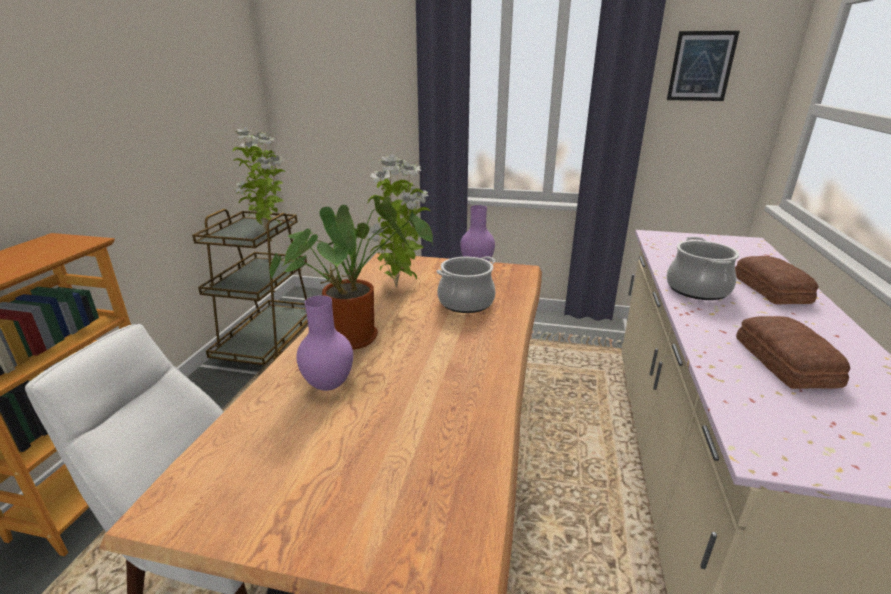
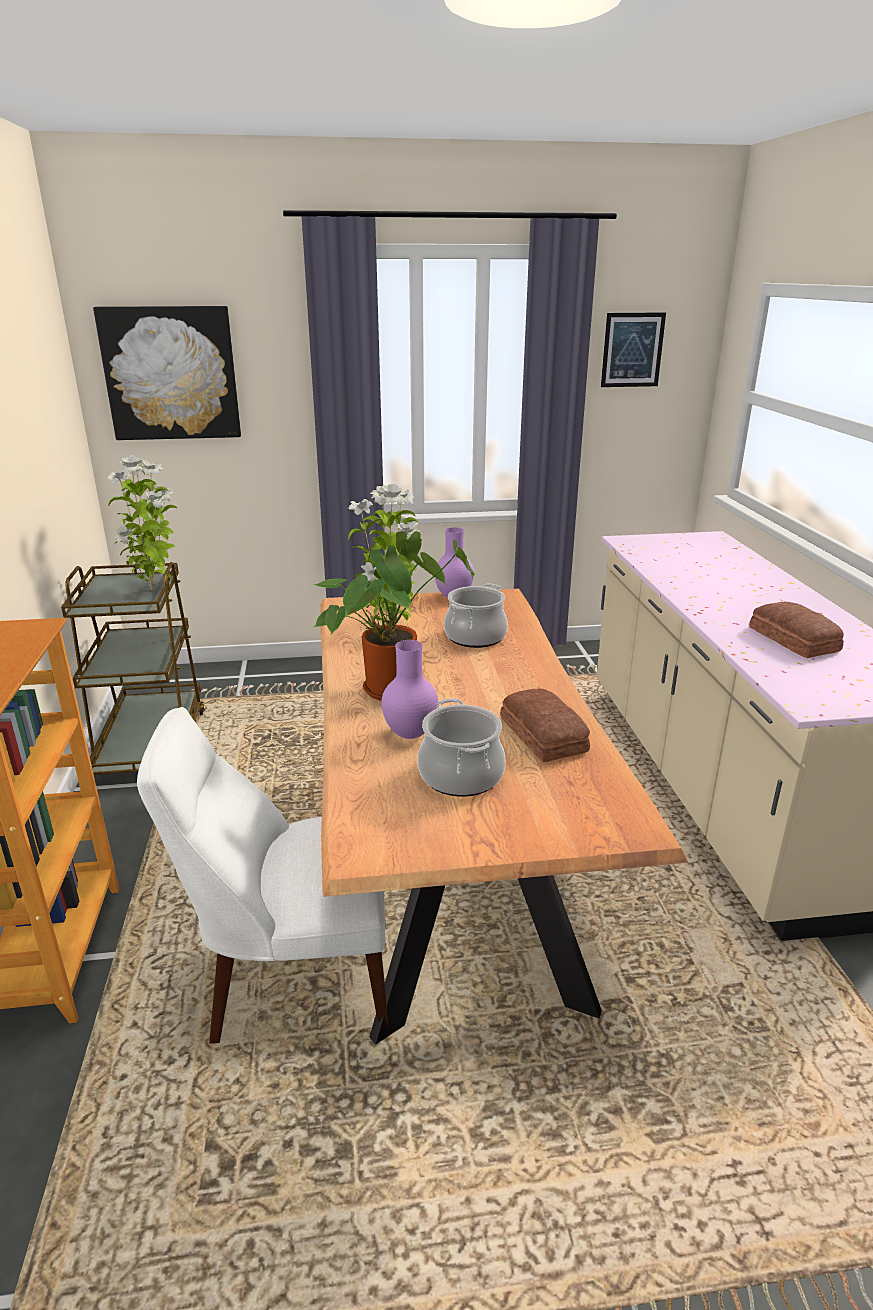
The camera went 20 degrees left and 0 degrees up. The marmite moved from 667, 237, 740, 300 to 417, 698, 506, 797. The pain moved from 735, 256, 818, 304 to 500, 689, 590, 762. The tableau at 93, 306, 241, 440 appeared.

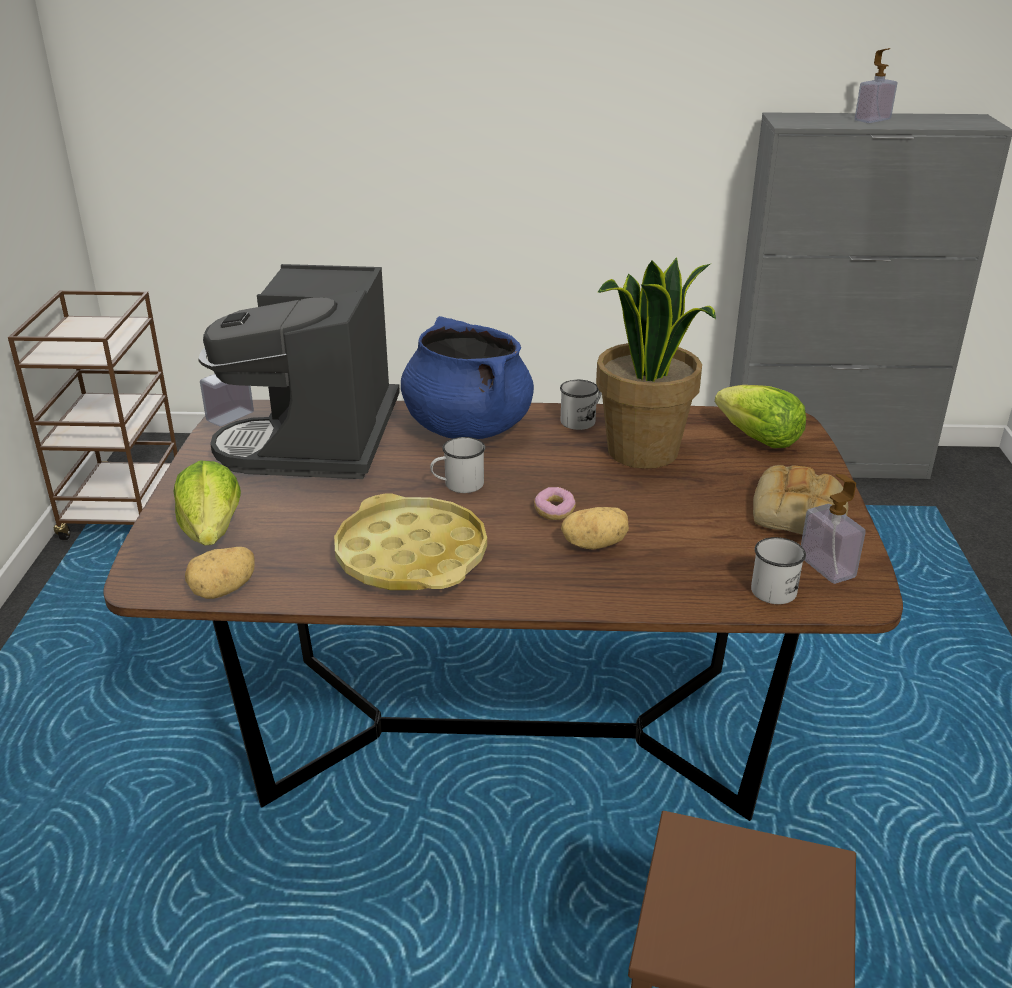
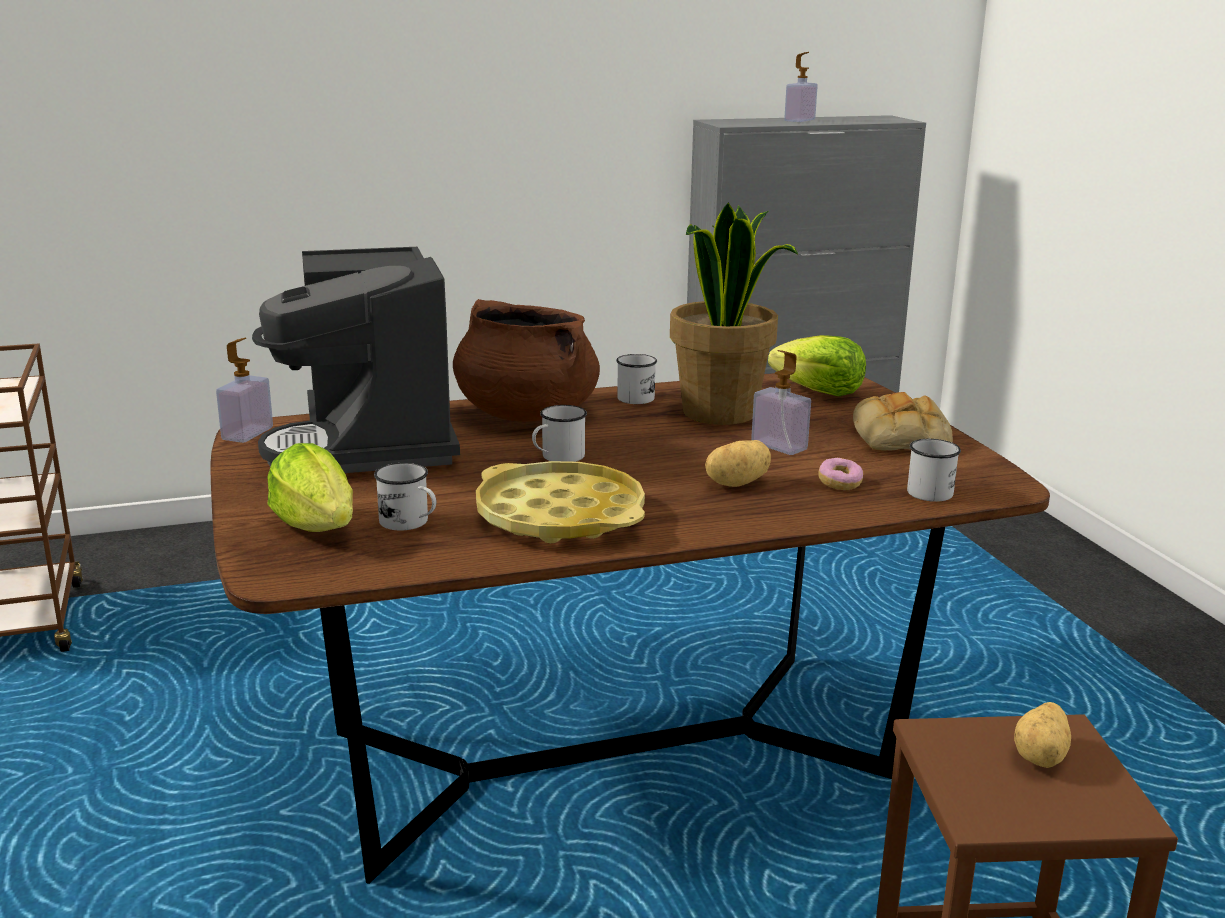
The camera went 20 degrees left and 10 degrees down. The pomme de terre moved from 185, 547, 255, 599 to 1014, 702, 1071, 768. The marmite (bleu) at 401, 316, 534, 439 became the marmite (marron) at 453, 299, 600, 422. The beignet moved from 534, 487, 576, 520 to 818, 458, 863, 490. The distributeur de savon moved from 801, 474, 866, 584 to 751, 350, 811, 455. The mug (blanc) at 374, 463, 437, 531 appeared.

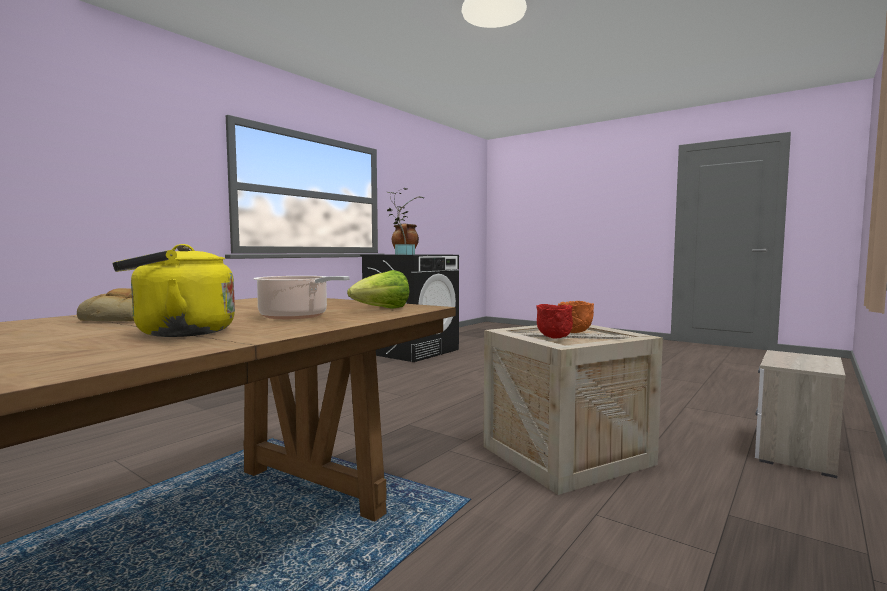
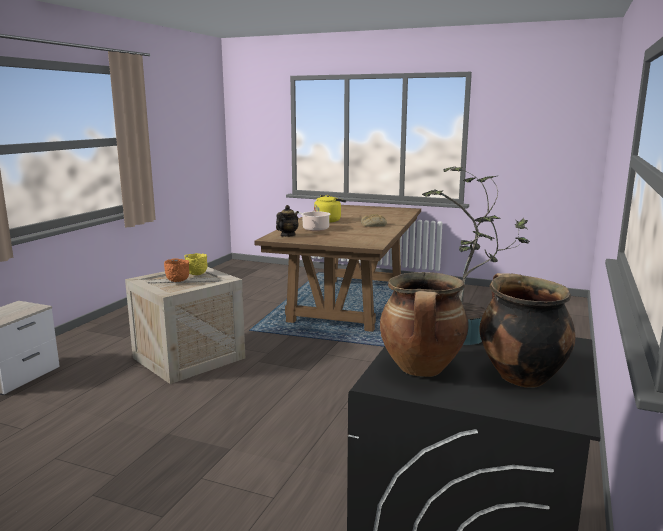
The camera went 165 degrees right and 10 degrees up. The laitue at 347, 270, 410, 309 was replaced by the théière at 276, 205, 299, 237. The bol (rouge) at 536, 304, 573, 339 became the bol (jaune) at 185, 253, 208, 275. The marmite at 380, 272, 469, 377 appeared.

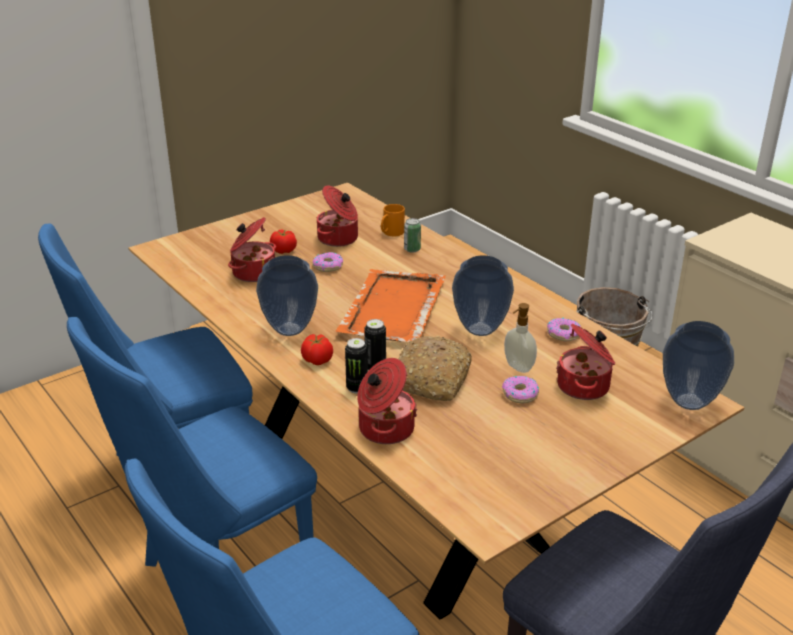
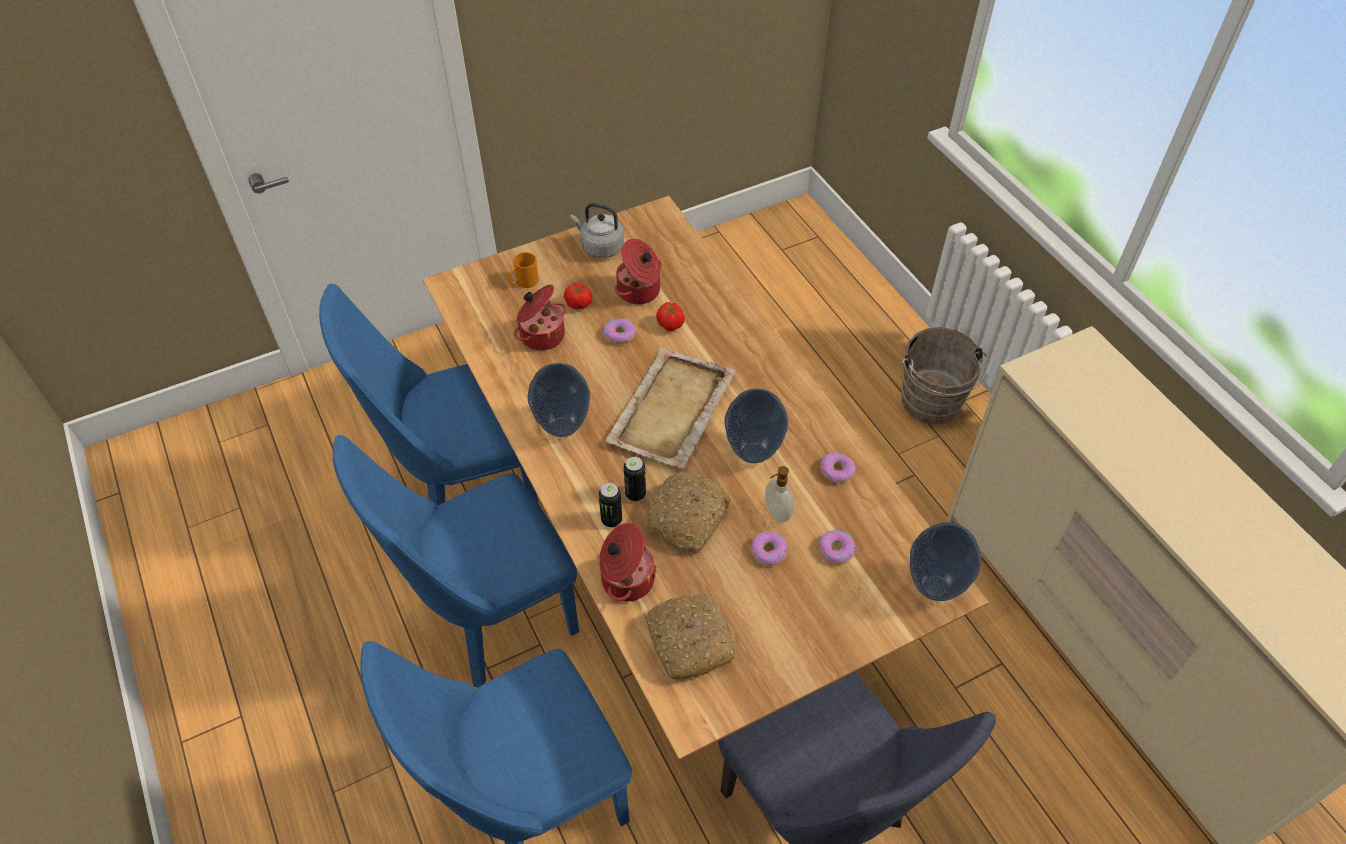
The camera went 10 degrees right and 20 degrees up. The tomate moved from 301, 334, 333, 365 to 656, 302, 685, 331. The plateau (orange) at 335, 269, 446, 342 became the plateau (beige) at 605, 348, 736, 469. The mug (orange) moved from 381, 204, 405, 236 to 508, 252, 539, 288. The boîte métallique at 404, 218, 421, 253 disappeared. The marmite at 556, 324, 615, 400 was replaced by the beignet at 819, 530, 855, 565. The bouilloire (gris) at 571, 203, 624, 258 appeared. The pain at 646, 594, 736, 680 appeared.

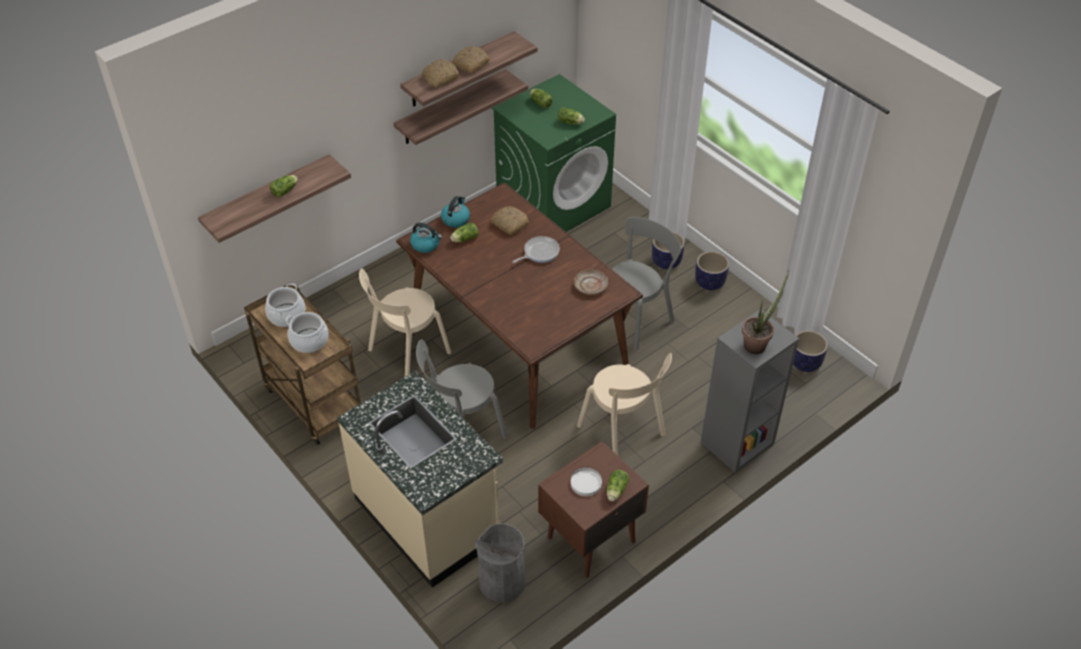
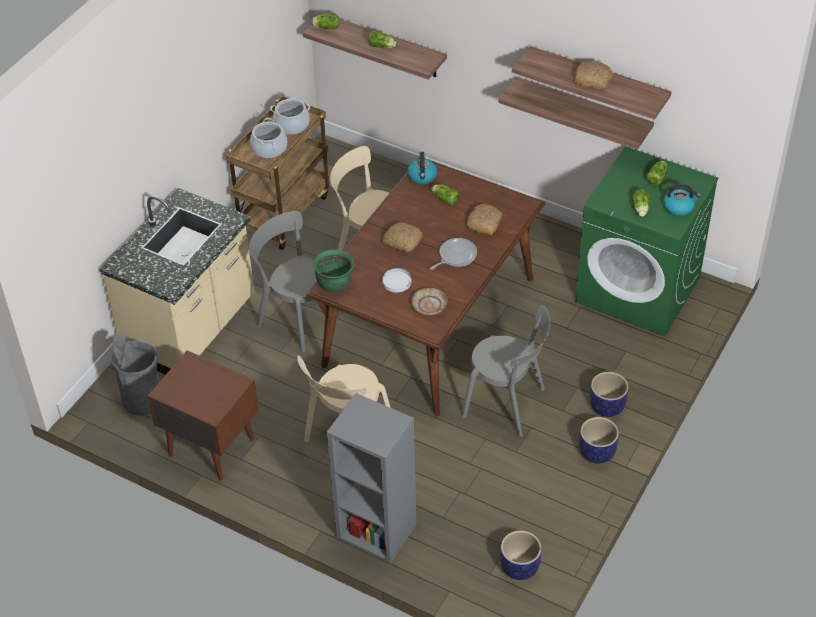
The camera went 70 degrees right and 0 degrees up. The pain moved from 422, 59, 459, 87 to 383, 223, 423, 253. The bouilloire moved from 441, 196, 470, 228 to 663, 184, 701, 216. The poêle at 512, 236, 560, 263 turned 75 degrees counterclockwise. The assiette (blanc) moved from 571, 468, 602, 496 to 382, 268, 412, 292. The laitue moved from 607, 470, 629, 501 to 311, 13, 340, 29. The plante en pot at 742, 270, 789, 354 disappeared. The marmite (vert) at 313, 250, 354, 292 appeared.

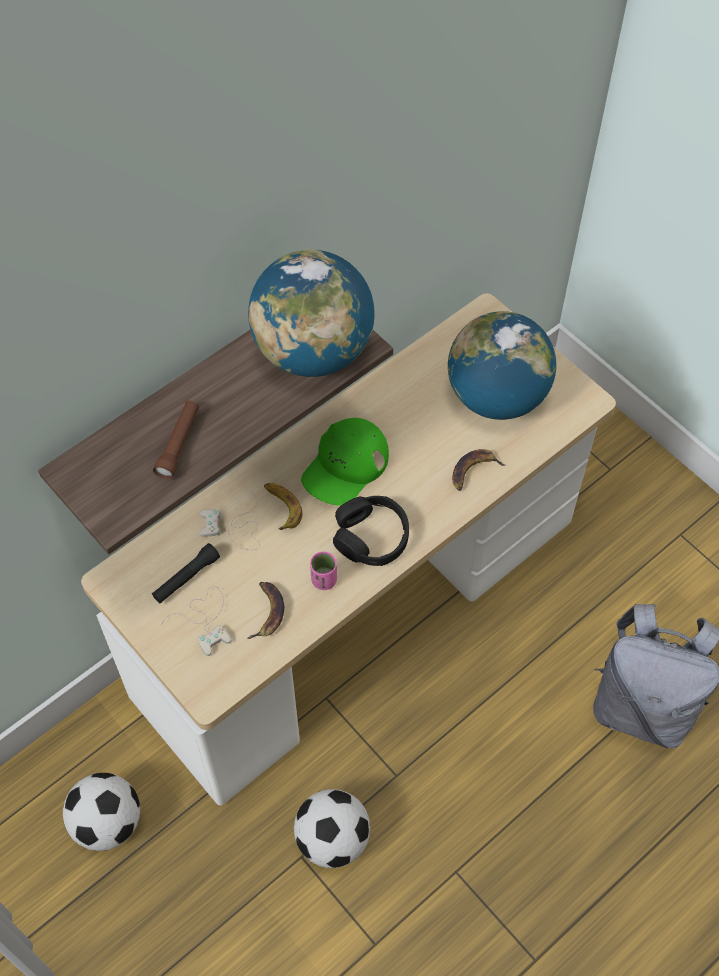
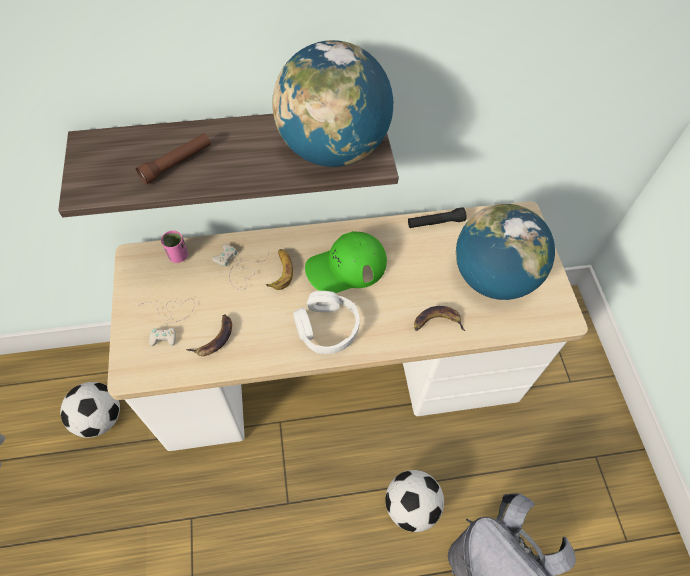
The camera went 30 degrees right and 0 degrees up. The lampe de poche (noir) moved from 152, 543, 220, 603 to 408, 207, 466, 228. The ballon de foot moved from 294, 789, 370, 868 to 385, 470, 444, 532. The tasse (rose) moved from 310, 552, 337, 590 to 161, 230, 188, 263. The casque audio (noir) at 333, 496, 409, 566 became the casque audio (blanc) at 293, 291, 360, 354.

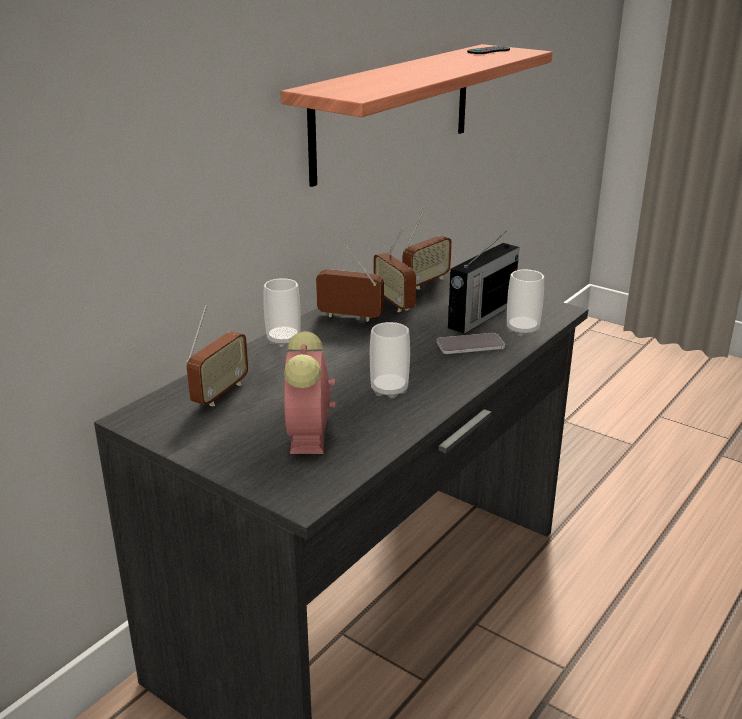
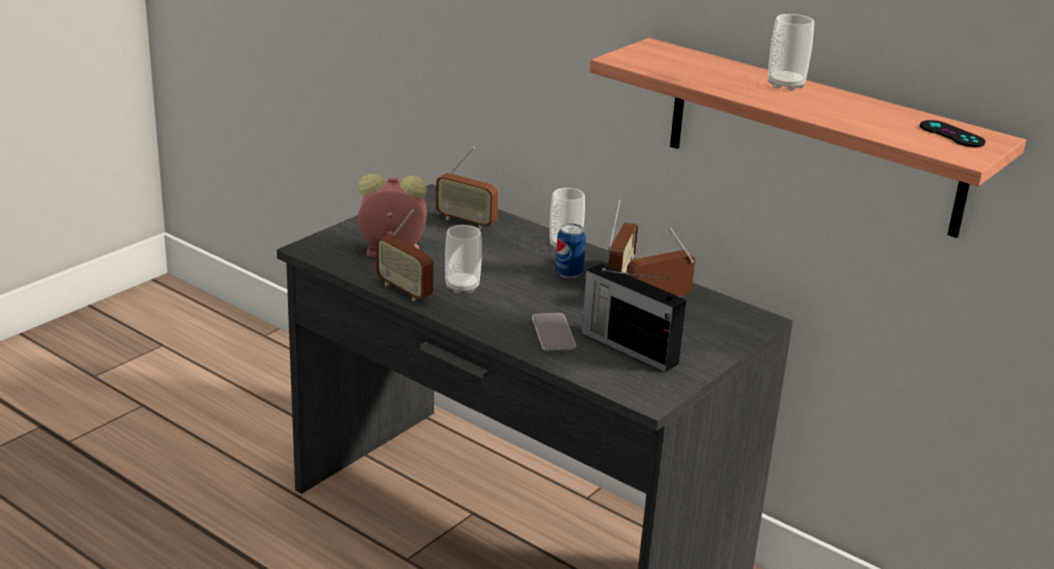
The camera went 90 degrees right and 0 degrees up. The radio moved from 403, 210, 452, 290 to 376, 210, 433, 302. The tasse moved from 507, 269, 544, 336 to 768, 14, 814, 91. The boîte métallique at 555, 224, 586, 278 appeared.

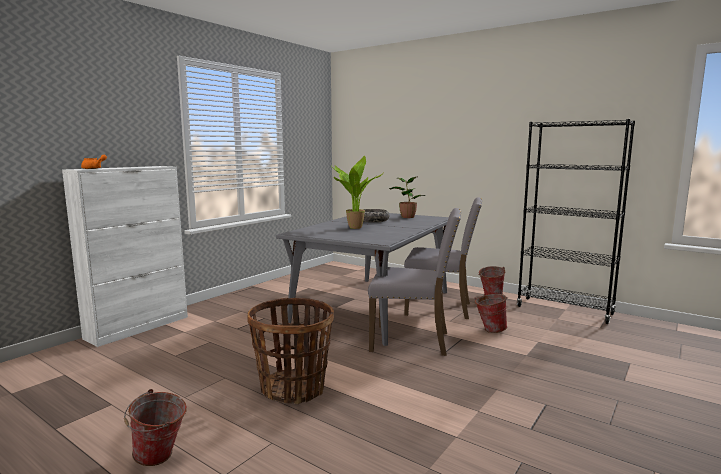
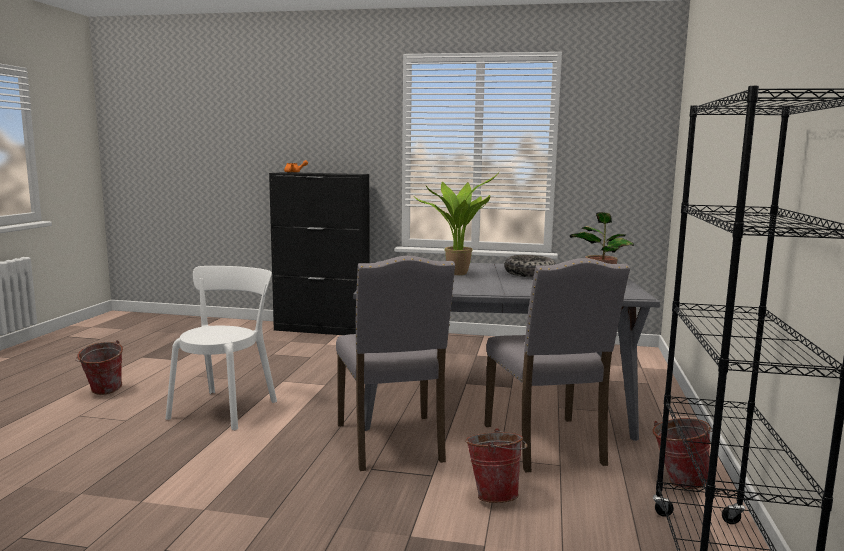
The camera went 65 degrees right and 0 degrees up. The meuble de rangement (blanc) at 62, 166, 188, 347 became the meuble de rangement (noir) at 269, 172, 369, 335. The panier at 247, 298, 334, 404 was replaced by the chaise (blanc) at 165, 266, 277, 430.

